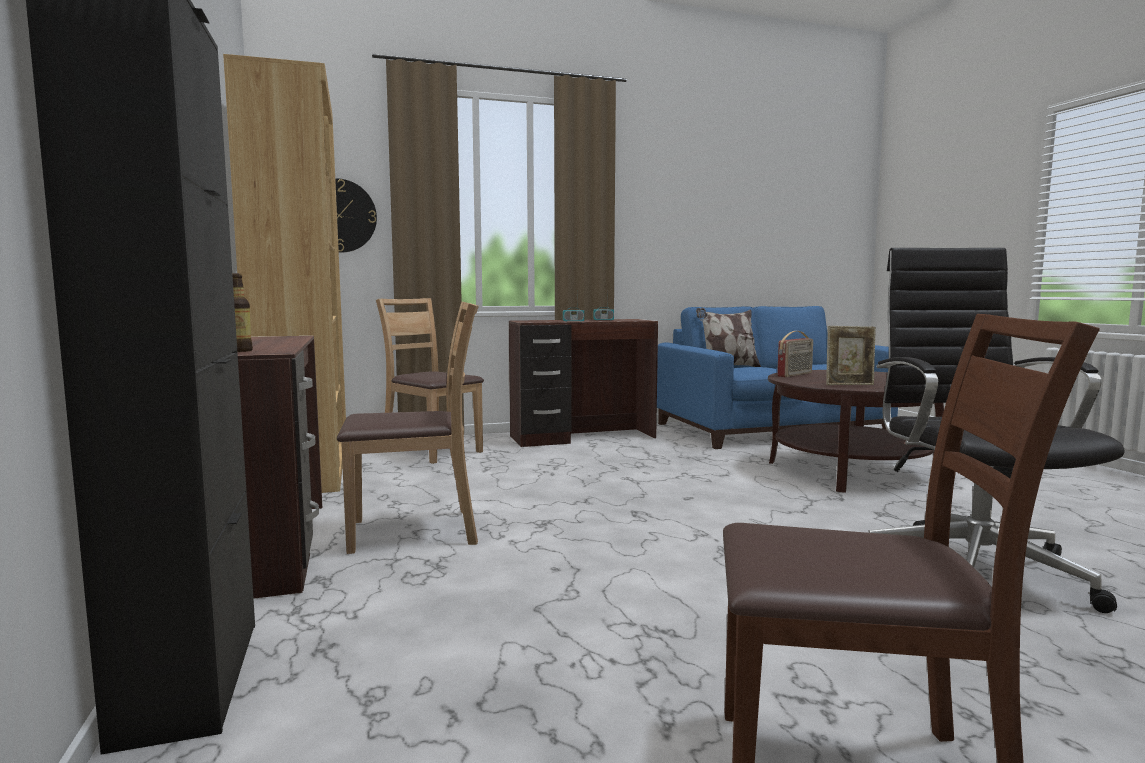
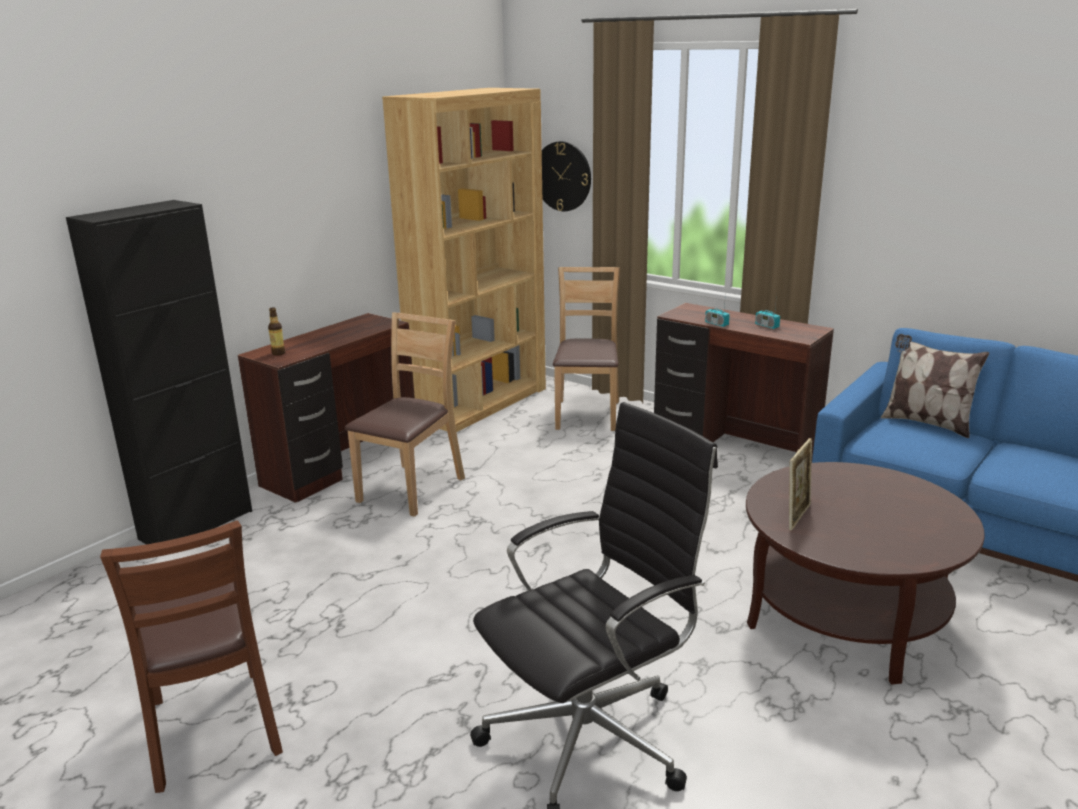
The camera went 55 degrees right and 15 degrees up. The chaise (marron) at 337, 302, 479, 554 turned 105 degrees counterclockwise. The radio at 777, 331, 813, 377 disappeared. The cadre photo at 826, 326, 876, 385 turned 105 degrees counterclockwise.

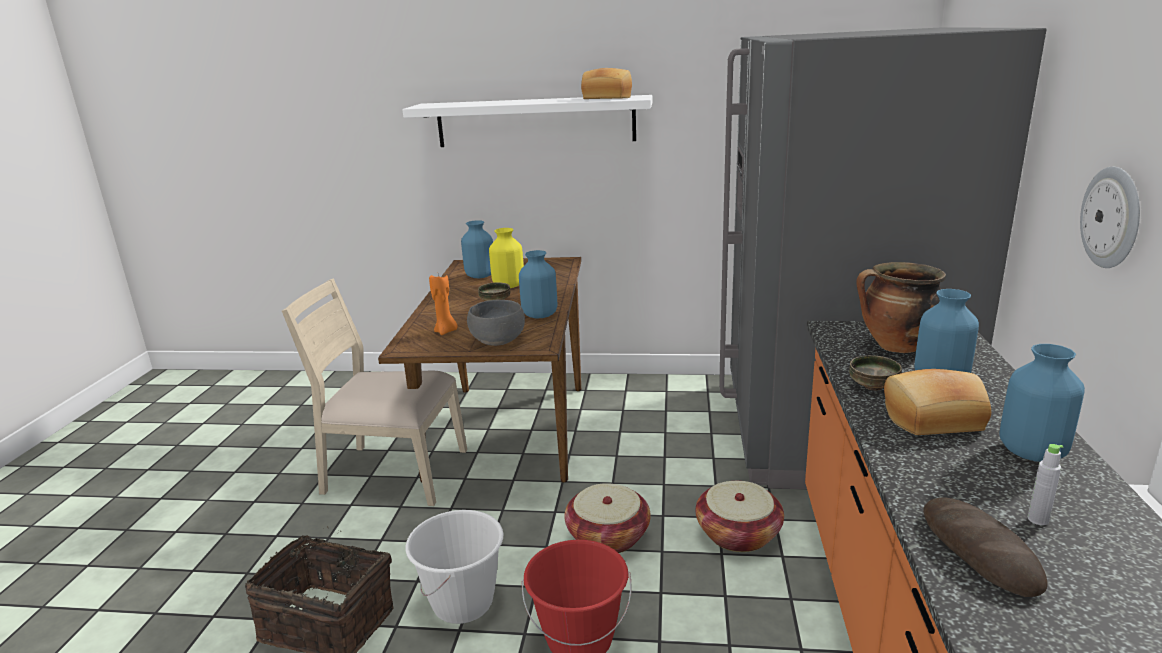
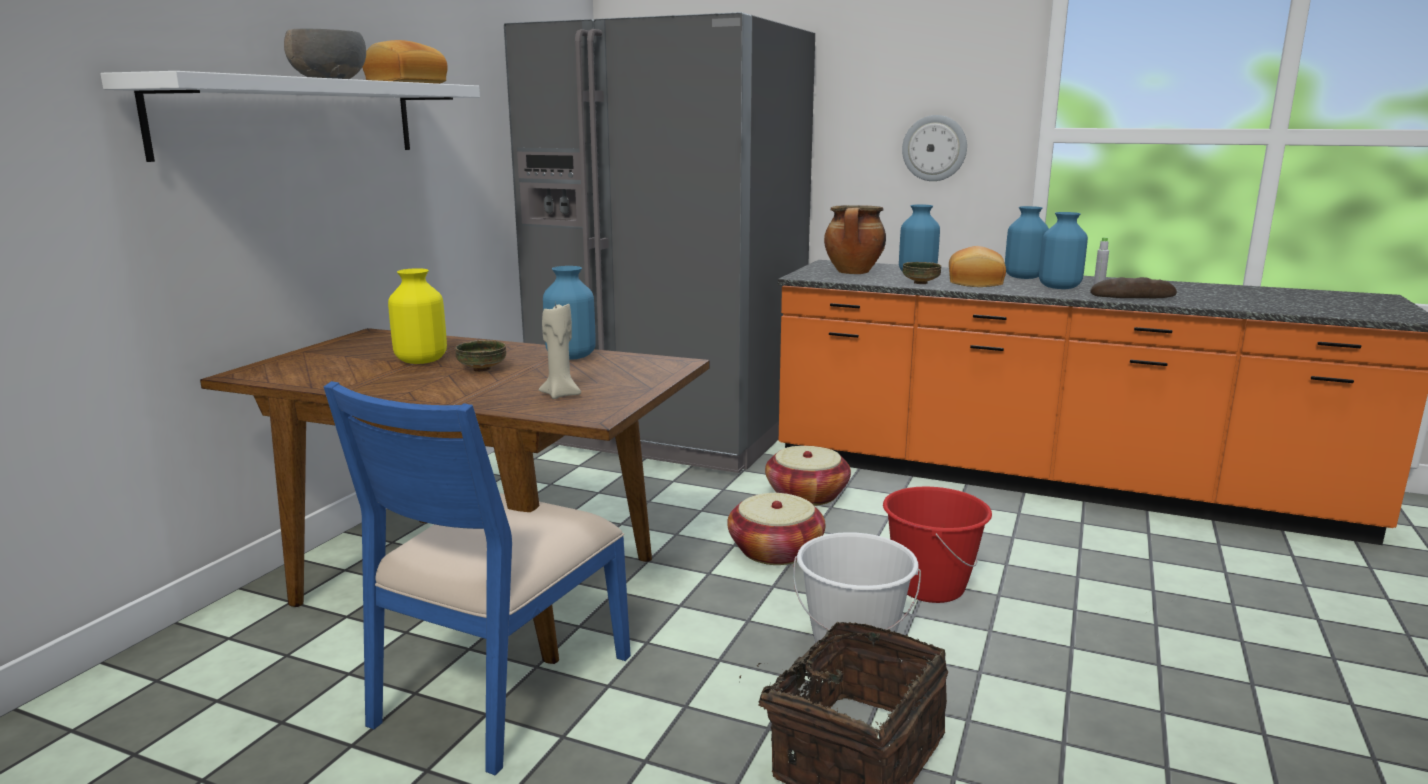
The camera went 75 degrees left and 5 degrees down. The chaise (beige) at 282, 278, 467, 506 became the chaise (bleu) at 324, 381, 631, 775. The bougie (orange) at 429, 275, 458, 335 became the bougie (beige) at 539, 300, 581, 399. The vase (bleu) moved from 461, 220, 493, 278 to 1039, 212, 1088, 289. The bol (gris) moved from 467, 300, 525, 346 to 284, 29, 366, 79.

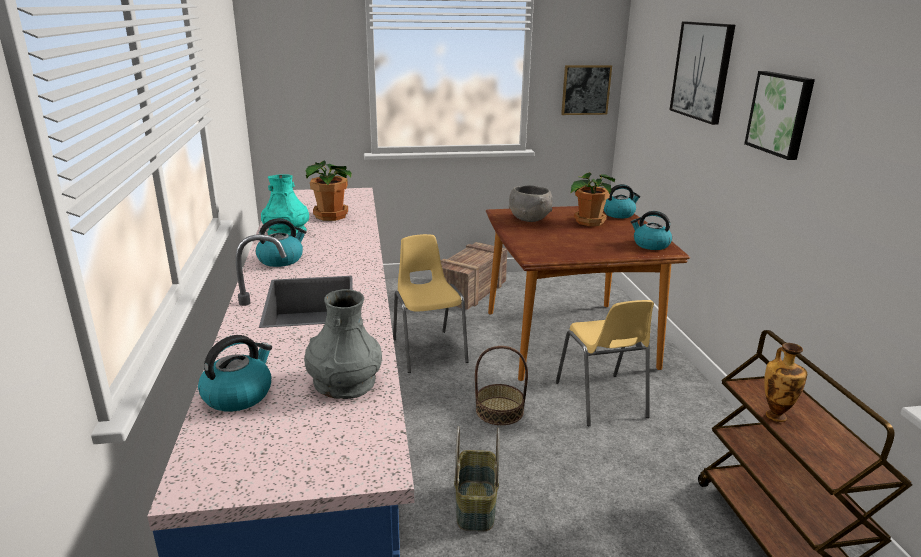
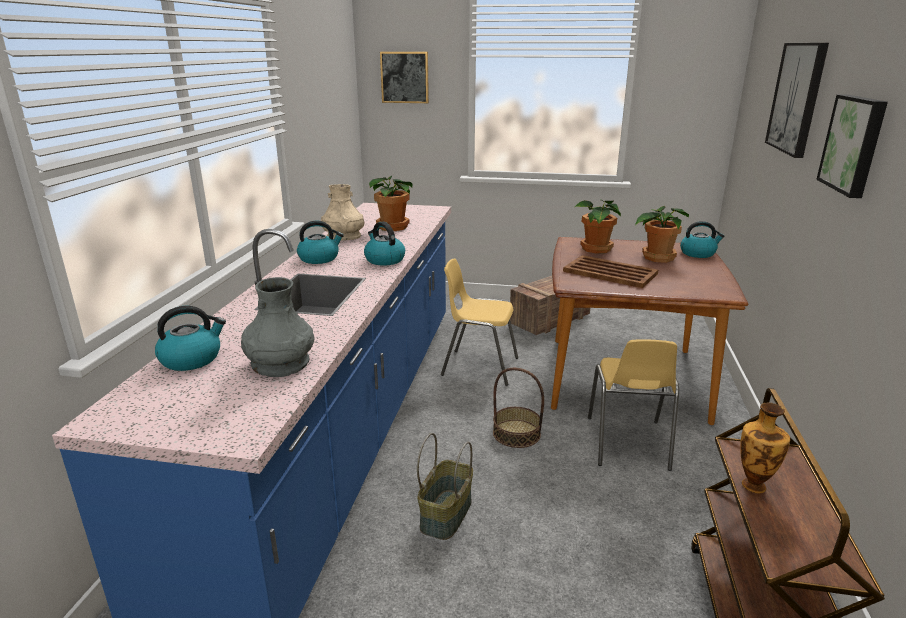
The camera went 20 degrees right and 0 degrees up. The vase (turquoise) at 261, 174, 309, 235 became the vase (beige) at 321, 184, 364, 241. The chaise (jaune) at 393, 234, 469, 373 turned 75 degrees counterclockwise. The bol (gris) at 508, 186, 552, 222 was replaced by the plante en pot at 575, 199, 621, 254. The tableau moved from 561, 65, 612, 115 to 380, 52, 429, 103. The bouilloire moved from 631, 211, 672, 250 to 364, 222, 405, 266. The plateau (marron) at 563, 255, 658, 288 appeared.

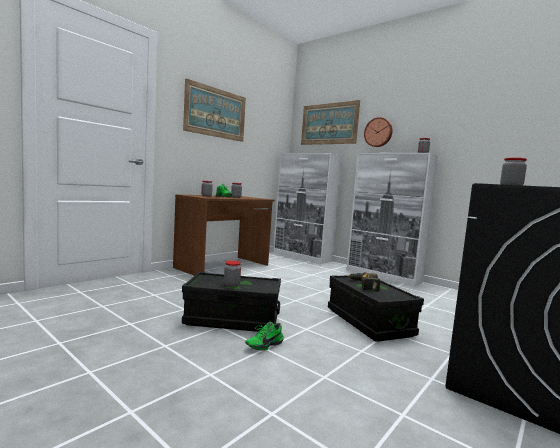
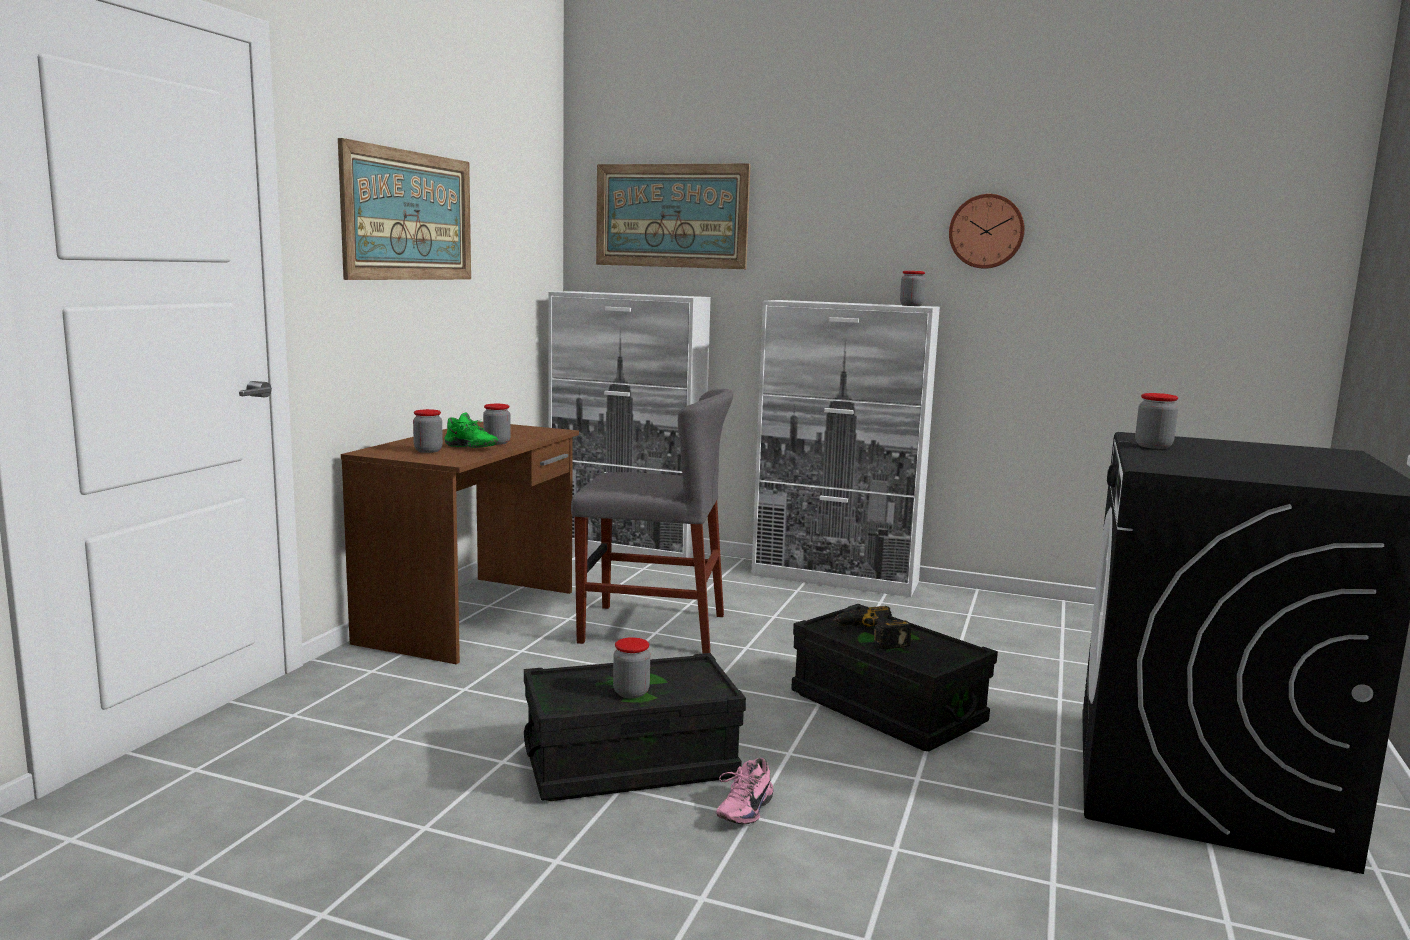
The camera went 20 degrees left and 5 degrees up. The chaussure (vert) at 245, 322, 284, 351 became the chaussure (rose) at 717, 758, 773, 824. The horloge murale moved from 364, 117, 393, 147 to 949, 194, 1025, 269. The chaise (gris) at 571, 389, 733, 654 appeared.

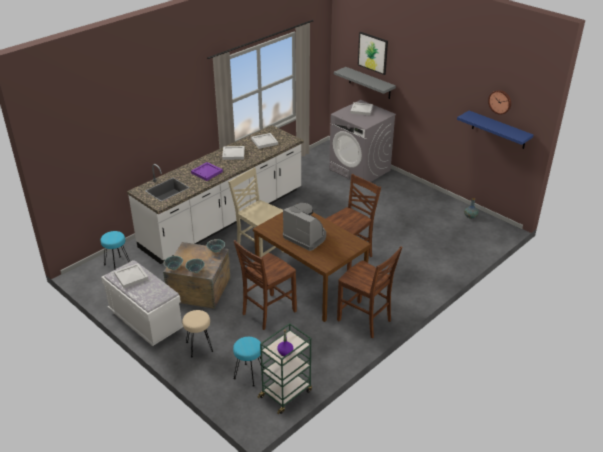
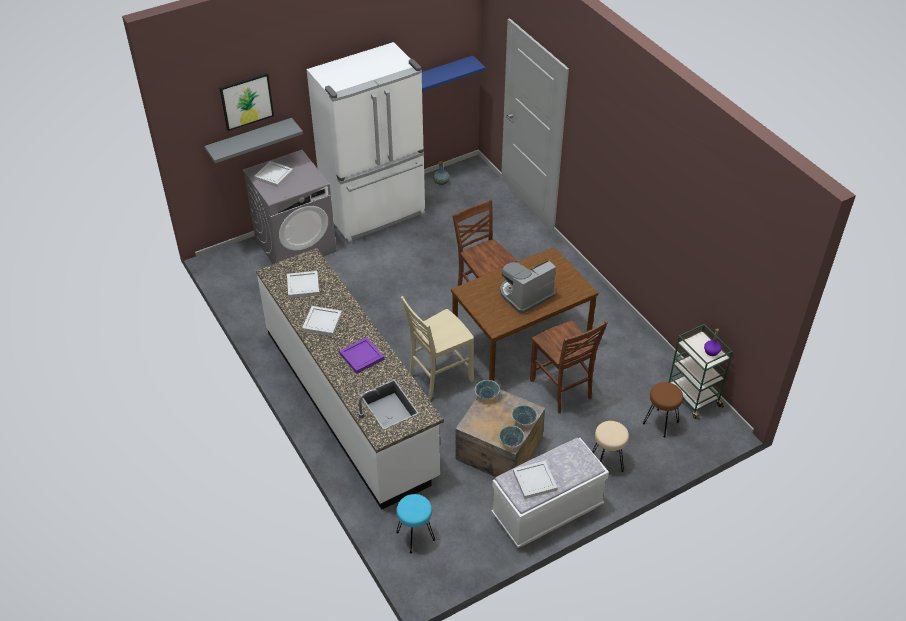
The camera went 75 degrees left and 10 degrees up. The tabouret (turquoise) at 233, 337, 264, 387 became the tabouret (marron) at 643, 382, 683, 437. The chaise (marron) at 337, 246, 402, 339 disappeared. The horloge murale at 488, 90, 511, 115 disappeared. The réfrigérateur (blanc) at 307, 42, 425, 244 appeared.

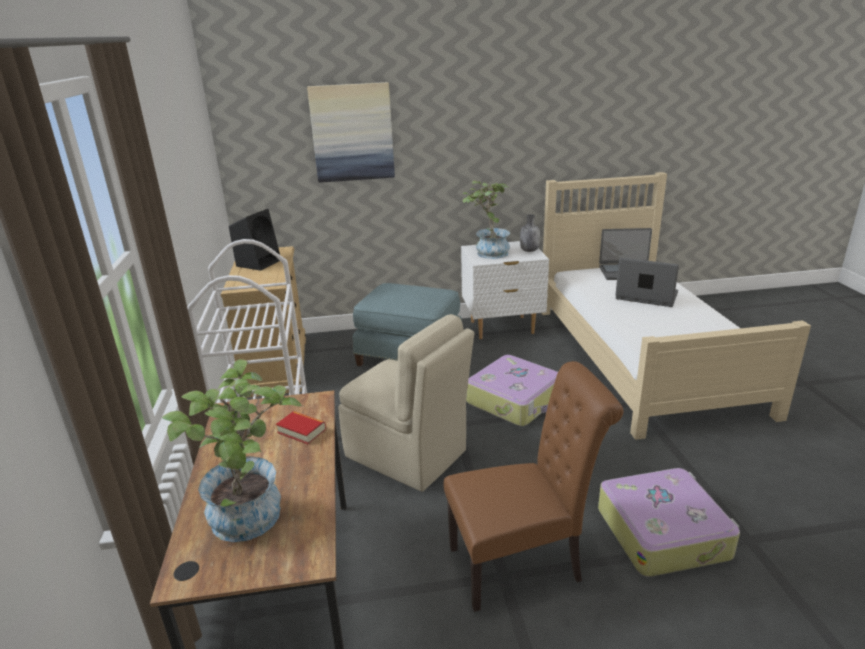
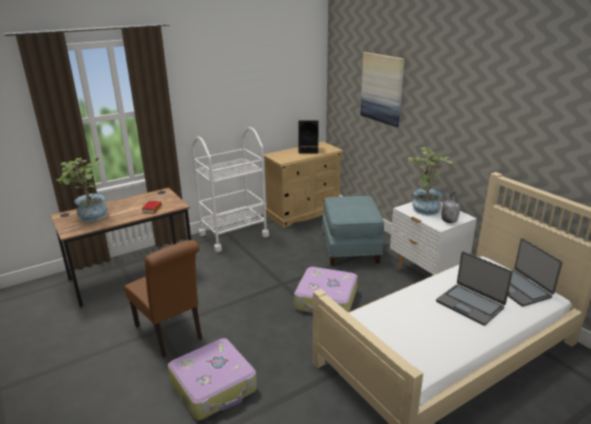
The camera went 65 degrees right and 0 degrees up. The chaise (beige) at 338, 314, 474, 492 disappeared. The ordinateur portable at 616, 258, 679, 307 turned 135 degrees clockwise.

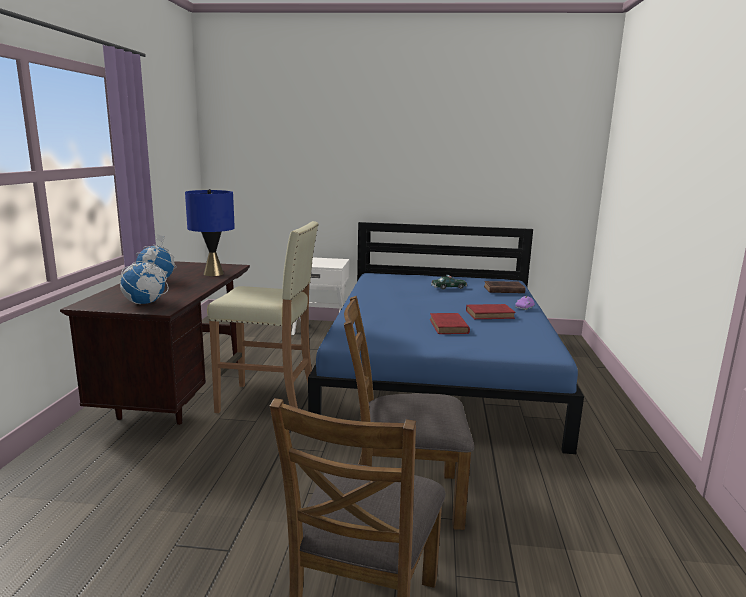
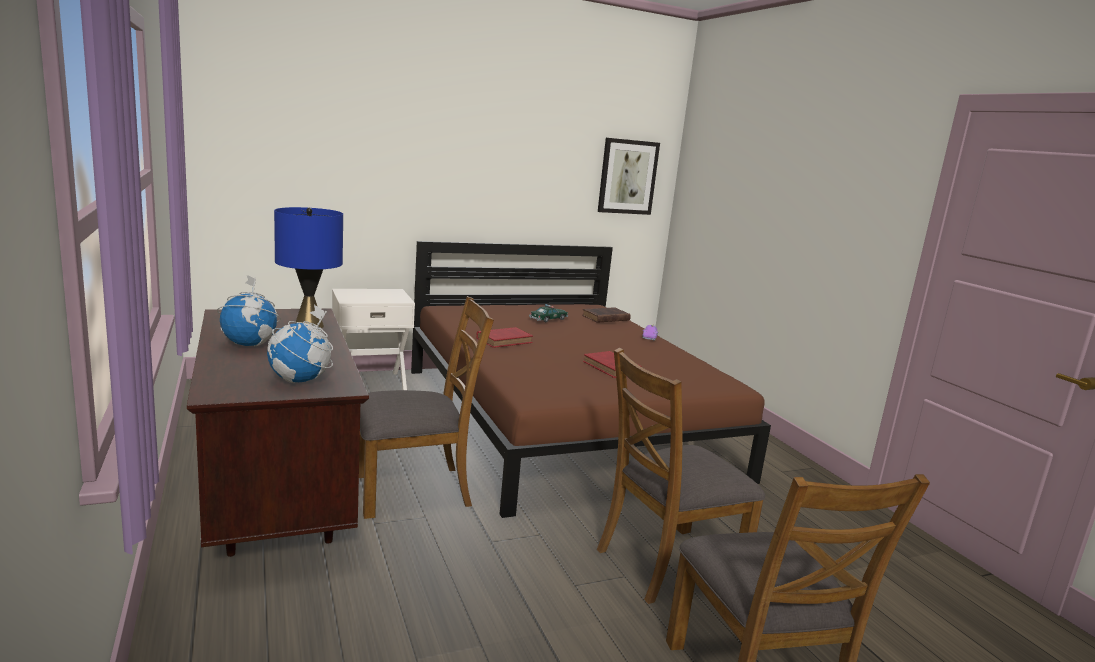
The camera went 30 degrees left and 0 degrees up. The tabouret (beige) at 207, 221, 319, 414 was replaced by the chaise (marron) at 359, 296, 494, 519. The lit (bleu) at 308, 222, 584, 454 became the lit (marron) at 411, 241, 771, 518. The livre (rouge) moved from 466, 304, 515, 319 to 476, 327, 533, 348. The tableau at 598, 138, 660, 215 appeared.

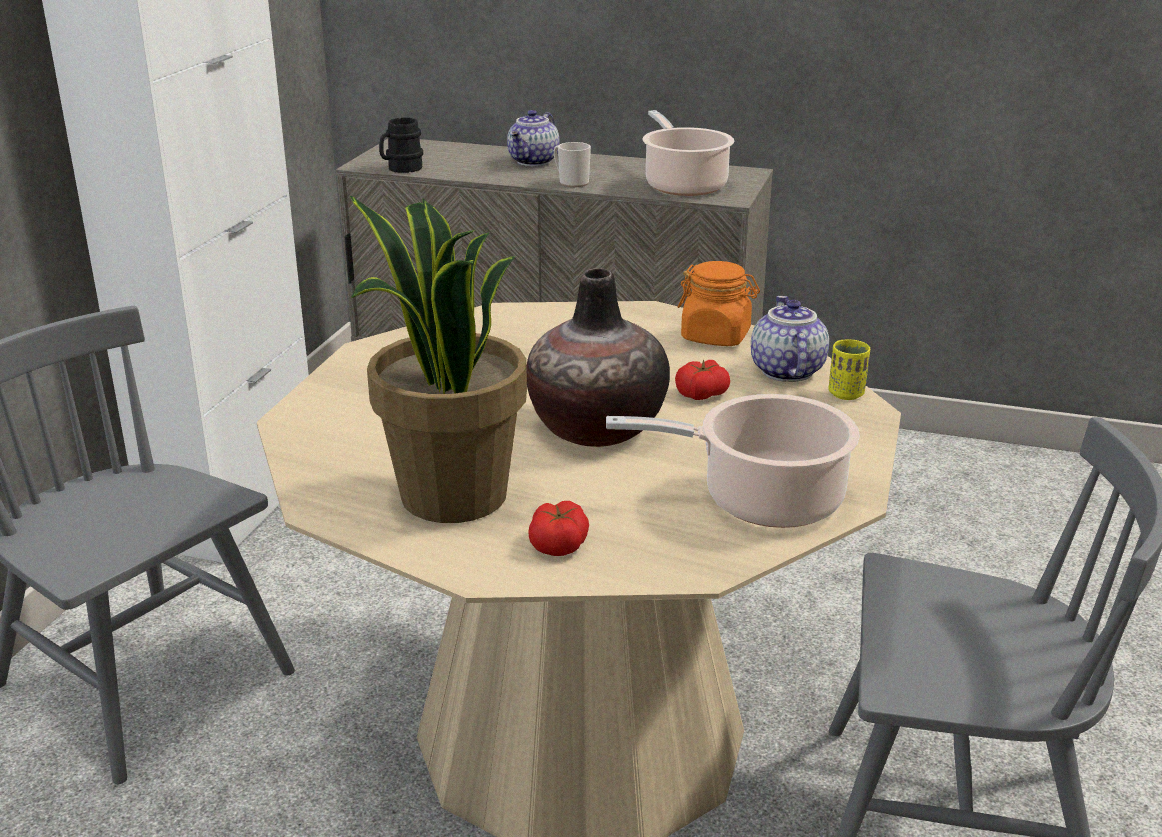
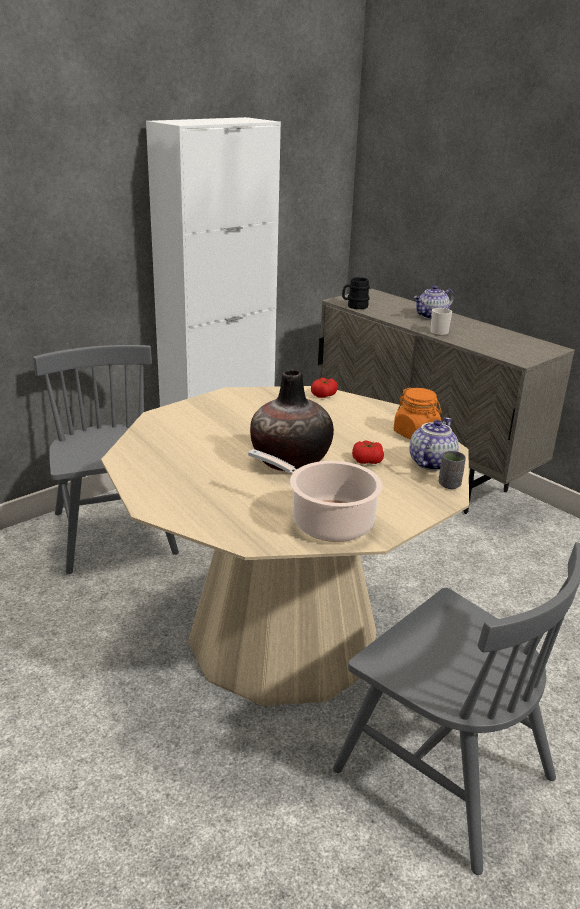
The camera went 30 degrees right and 0 degrees up. The plante en pot at 350, 195, 527, 523 disappeared. The tomate moved from 529, 501, 589, 556 to 311, 378, 338, 398. The marmite at 642, 110, 734, 196 disappeared. The tasse (jaune) at 829, 339, 870, 400 became the tasse (gris) at 439, 451, 466, 489.

